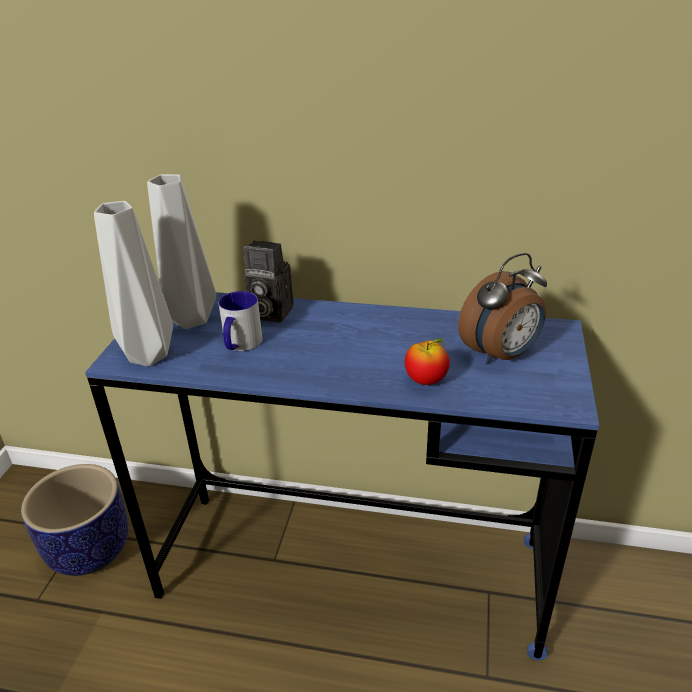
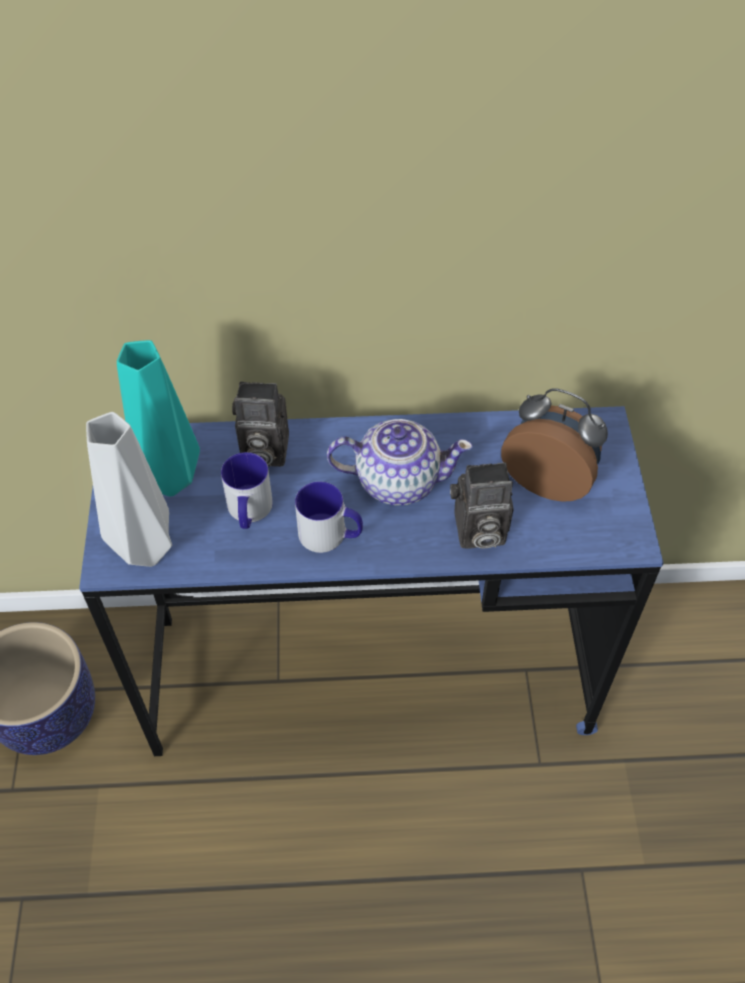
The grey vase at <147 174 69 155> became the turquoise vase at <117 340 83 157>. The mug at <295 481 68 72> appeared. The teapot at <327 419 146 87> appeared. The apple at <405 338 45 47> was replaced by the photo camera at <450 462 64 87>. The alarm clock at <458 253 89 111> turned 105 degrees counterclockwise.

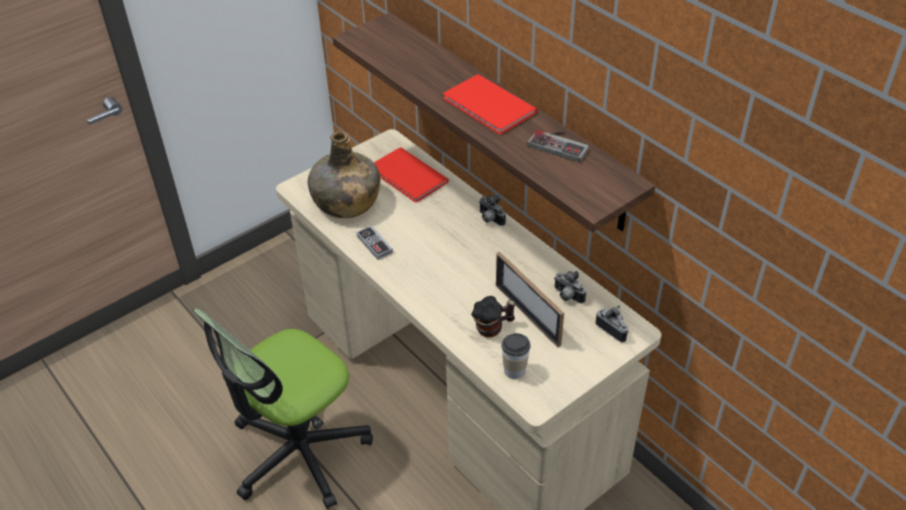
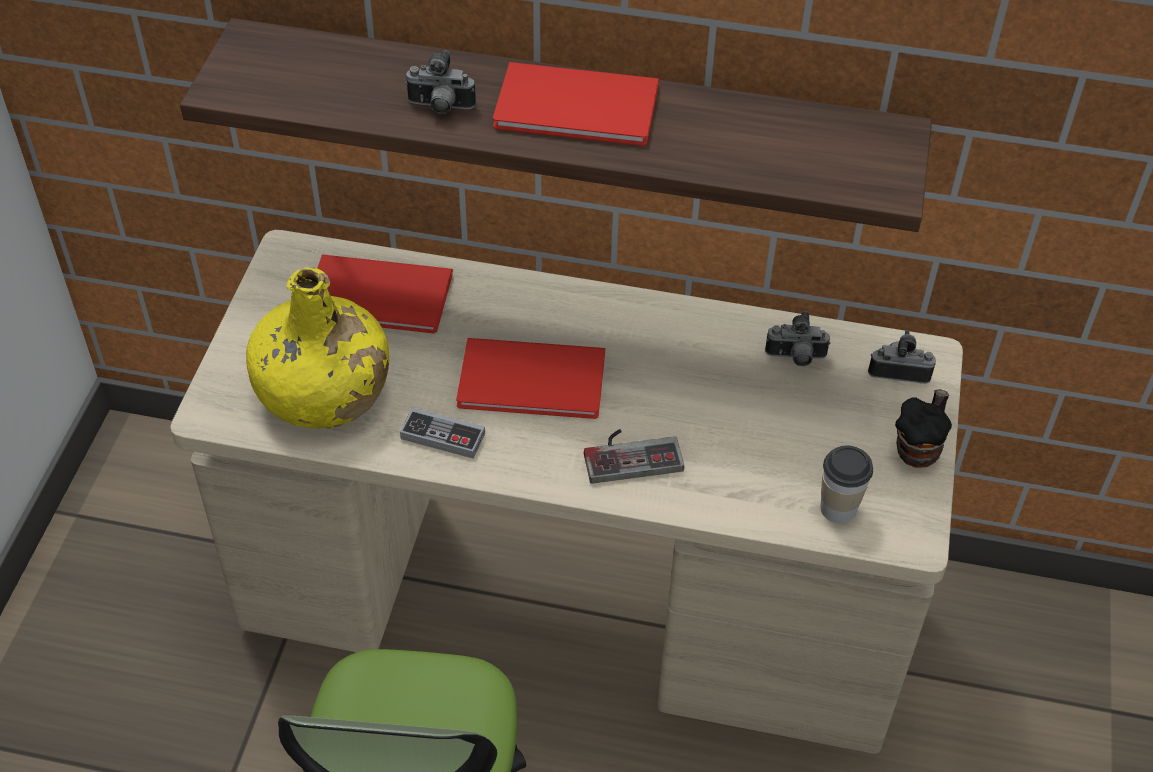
The green bottle at <308 131 72 87> became the yellow bottle at <246 267 143 162>. The photo camera moved from <479 195 27 31> to <405 50 71 64>. The red book at <456 338 149 81> appeared. The game controller moved from <527 130 62 32> to <584 429 100 55>. The mug moved from <471 296 44 41> to <895 389 57 79>. The picture frame at <496 252 68 95> disappeared.

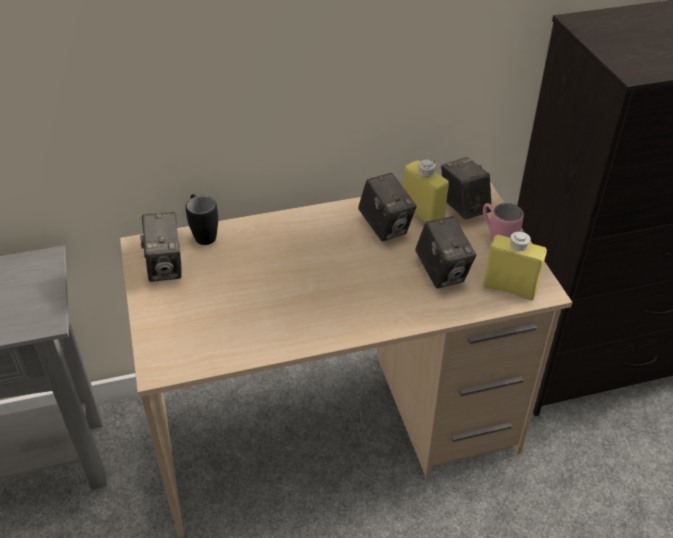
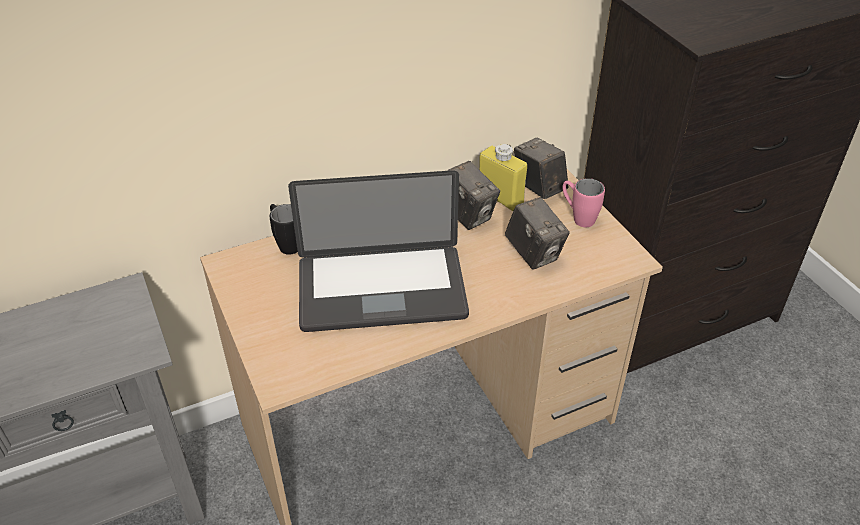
The laptop at <288 170 181 162> appeared. The photo camera at <140 212 42 70> disappeared. The yellow bottle at <483 231 64 70> disappeared.

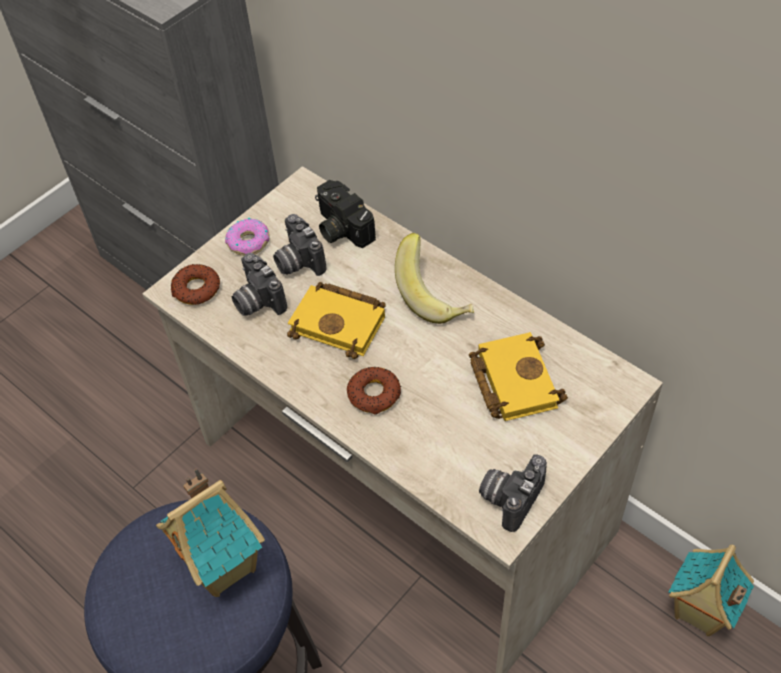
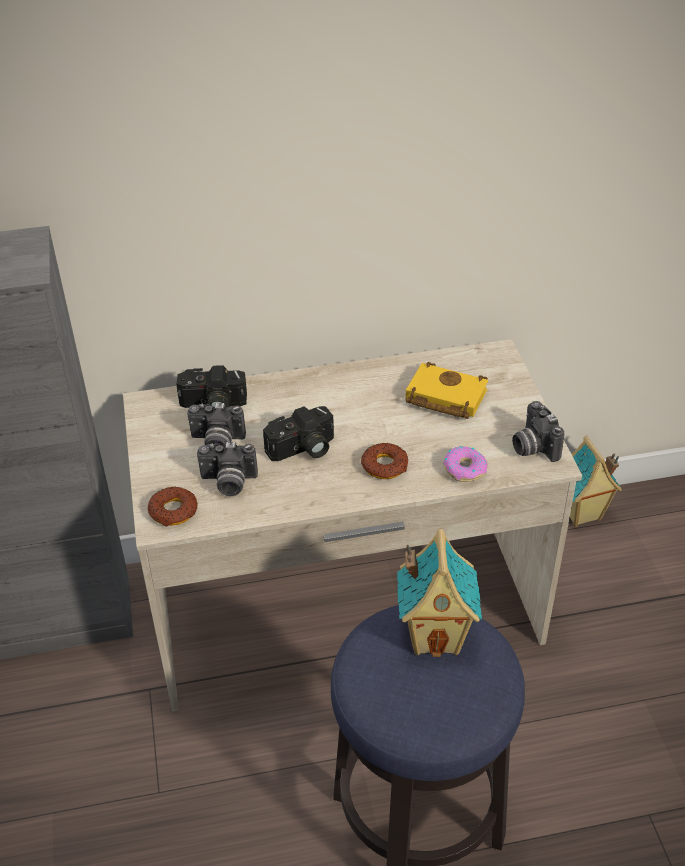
The yellow book at <287 282 99 77> was replaced by the photo camera at <263 406 71 55>. The donut moved from <225 218 45 38> to <444 446 44 36>. The banana at <395 233 79 91> disappeared.

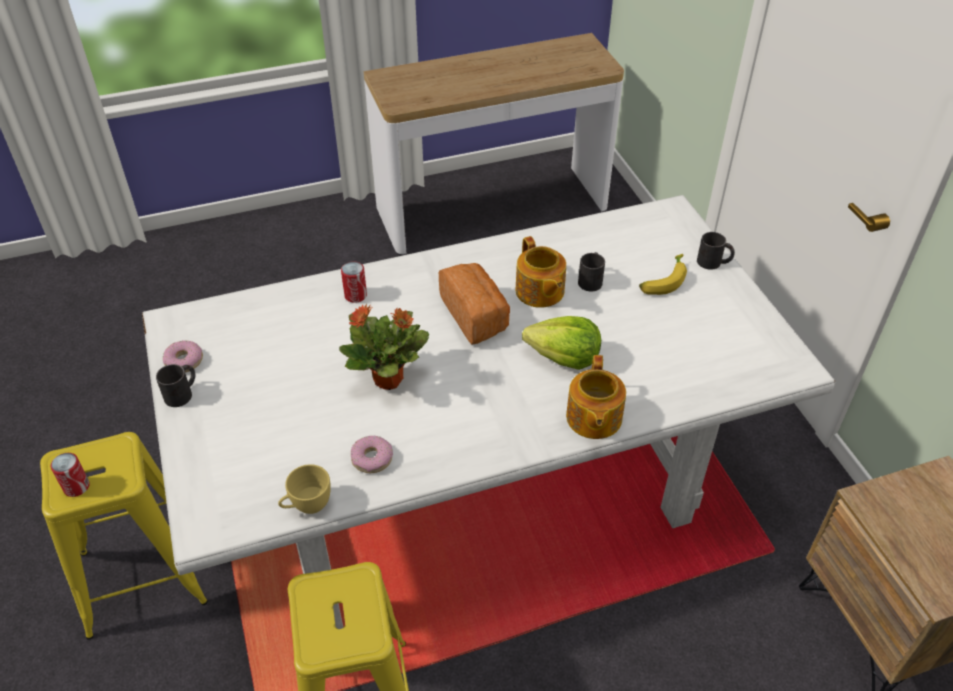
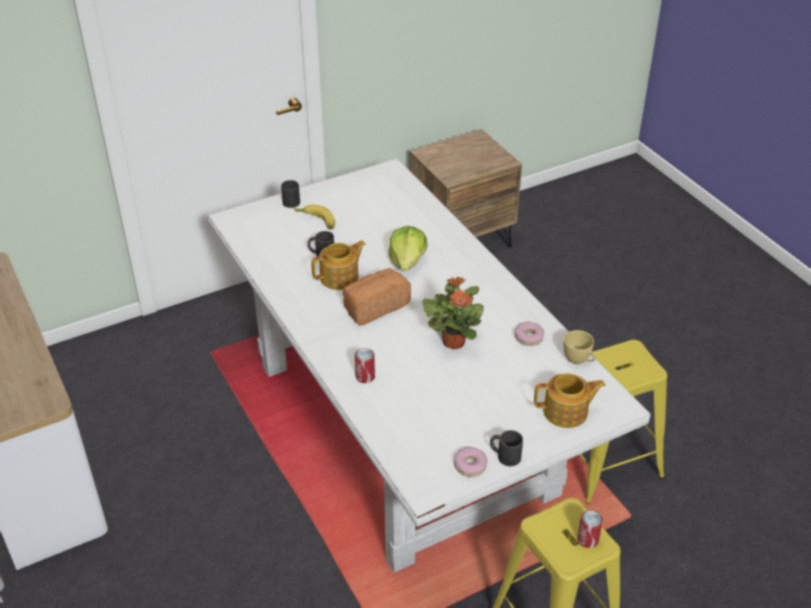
The teapot moved from <566 355 60 84> to <534 373 72 55>.

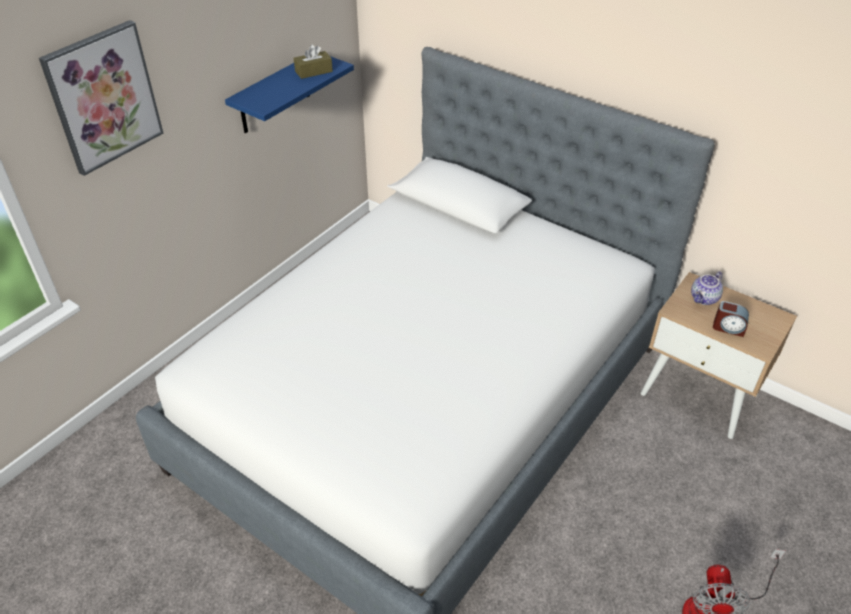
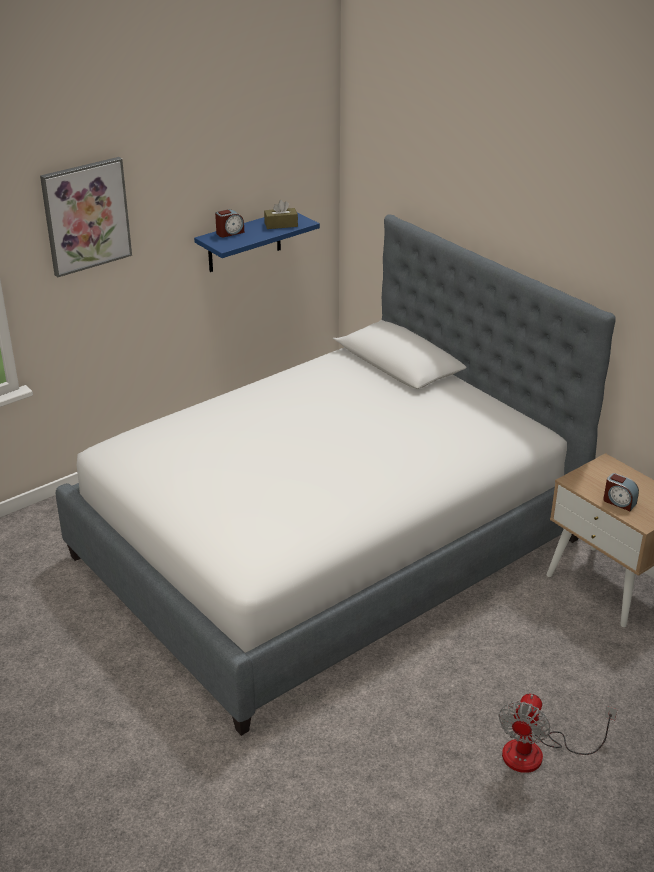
The alarm clock at <215 209 29 28> appeared. The teapot at <691 271 32 34> disappeared.

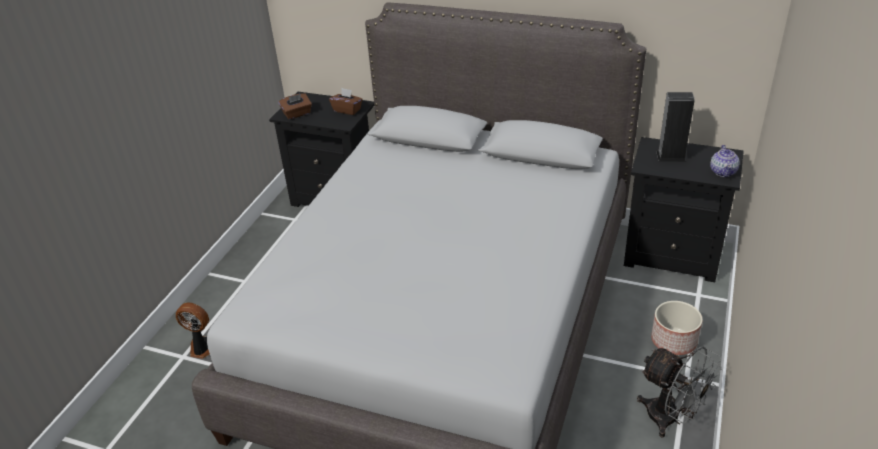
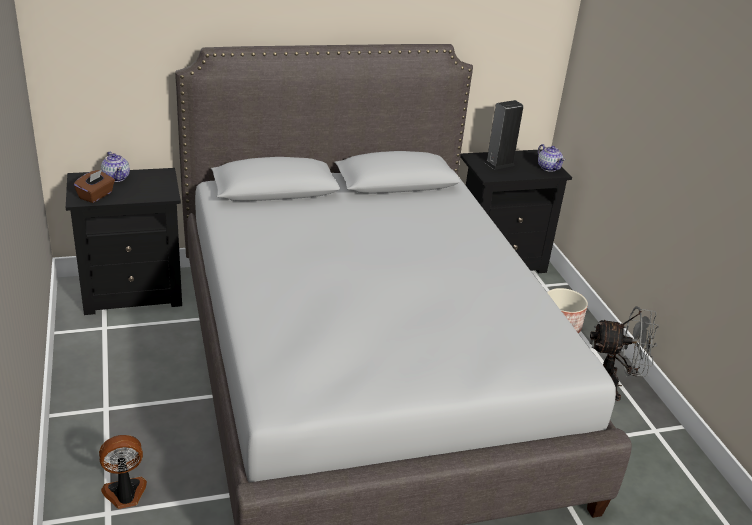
The teapot at <101 151 29 31> appeared. The brown tissue box at <329 88 34 27> disappeared.

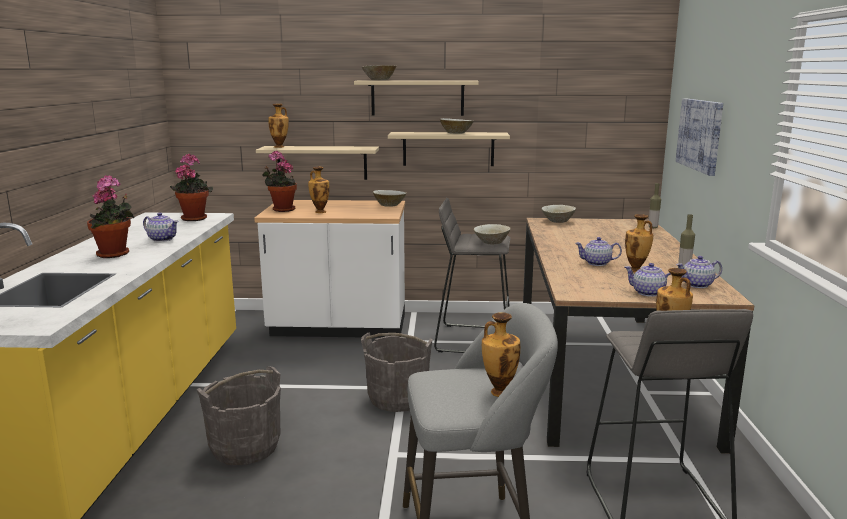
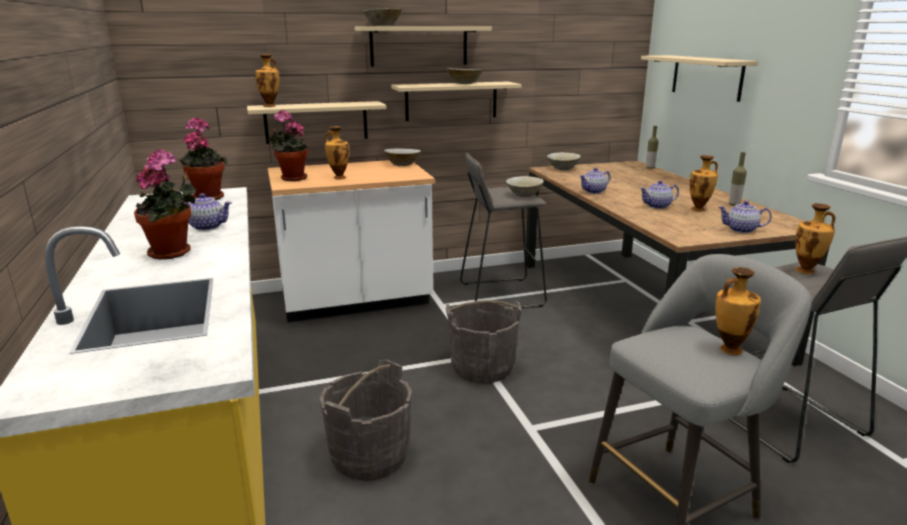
The teapot moved from <676 256 46 32> to <580 168 30 26>. The picture at <676 98 47 78> was replaced by the beige shelf at <641 55 117 47>.

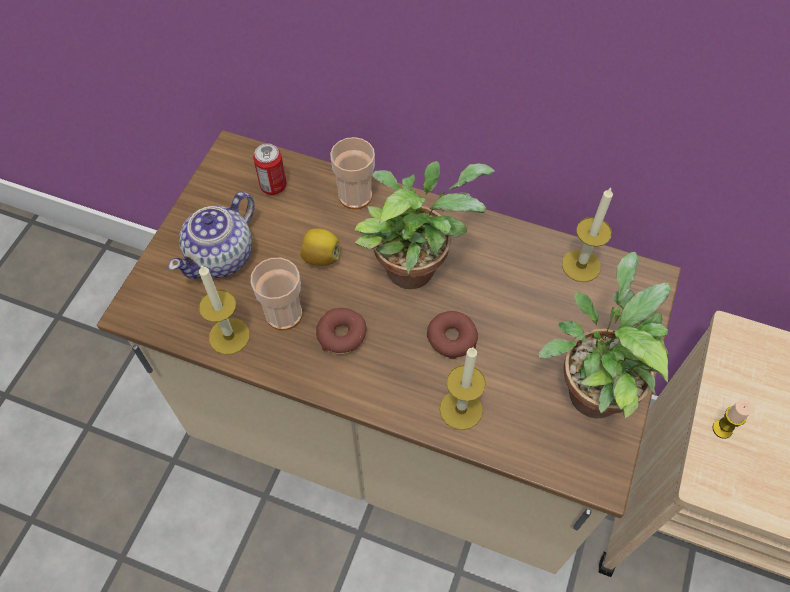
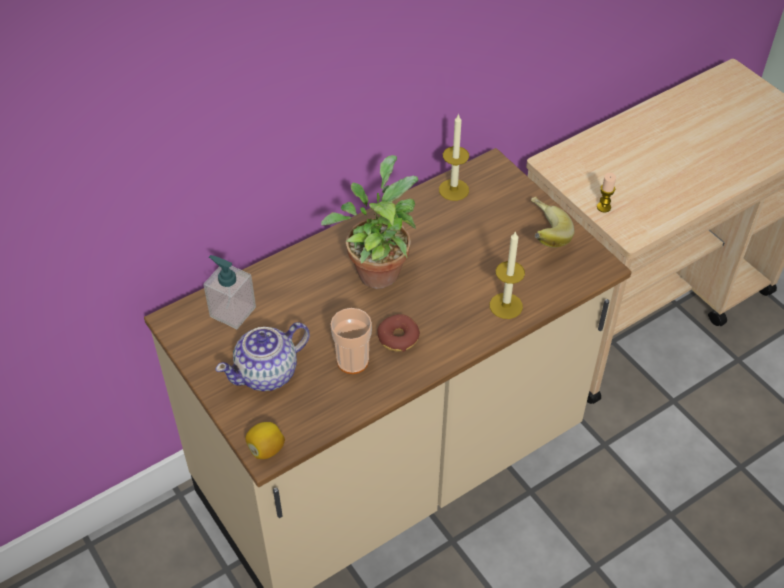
The can at <253 144 34 51> was replaced by the soap dispenser at <203 255 53 74>. The teapot at <168 192 87 87> turned 75 degrees clockwise. The lemon moved from <300 228 40 38> to <245 422 40 37>. The potted plant at <539 252 132 167> was replaced by the banana at <531 197 44 51>. The candle at <199 264 51 91> disappeared. The cup at <330 137 45 72> disappeared. The donut at <427 311 51 48> disappeared.

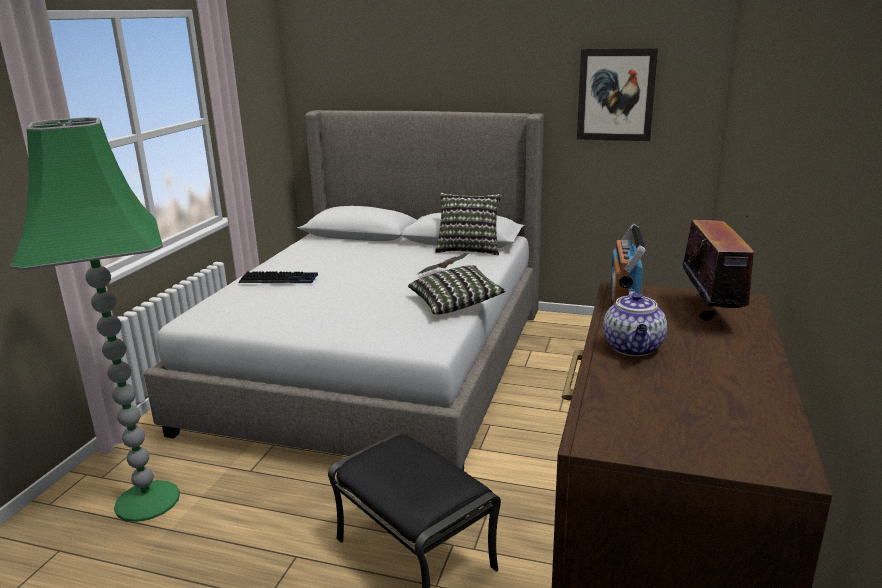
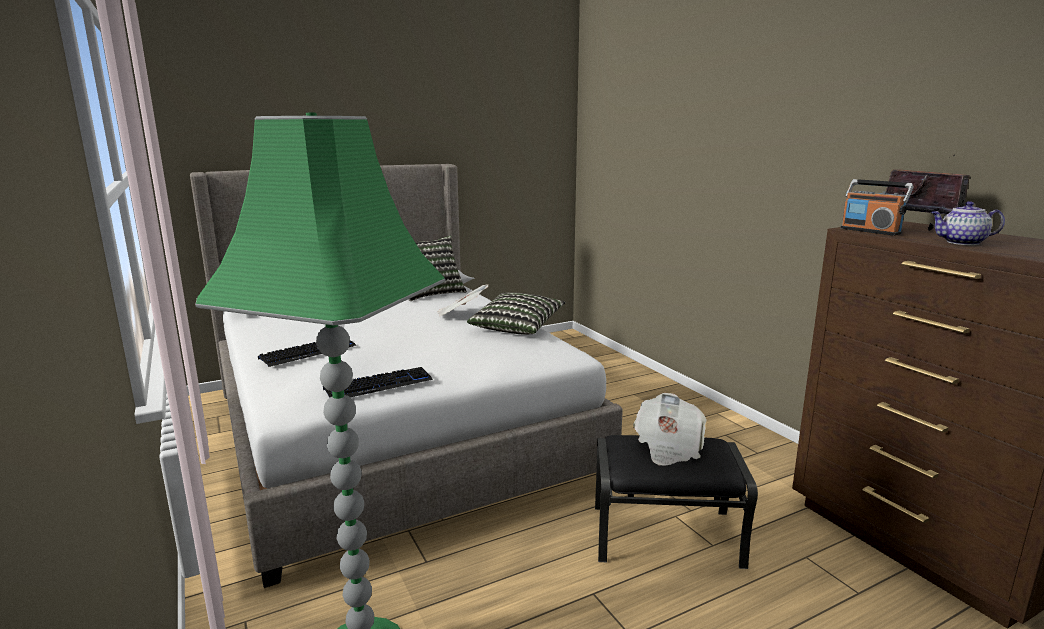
The keyboard at <323 367 110 30> appeared. The newspaper at <633 393 73 72> appeared. The teapot at <603 289 64 67> turned 135 degrees clockwise. The picture at <577 48 81 93> disappeared.

